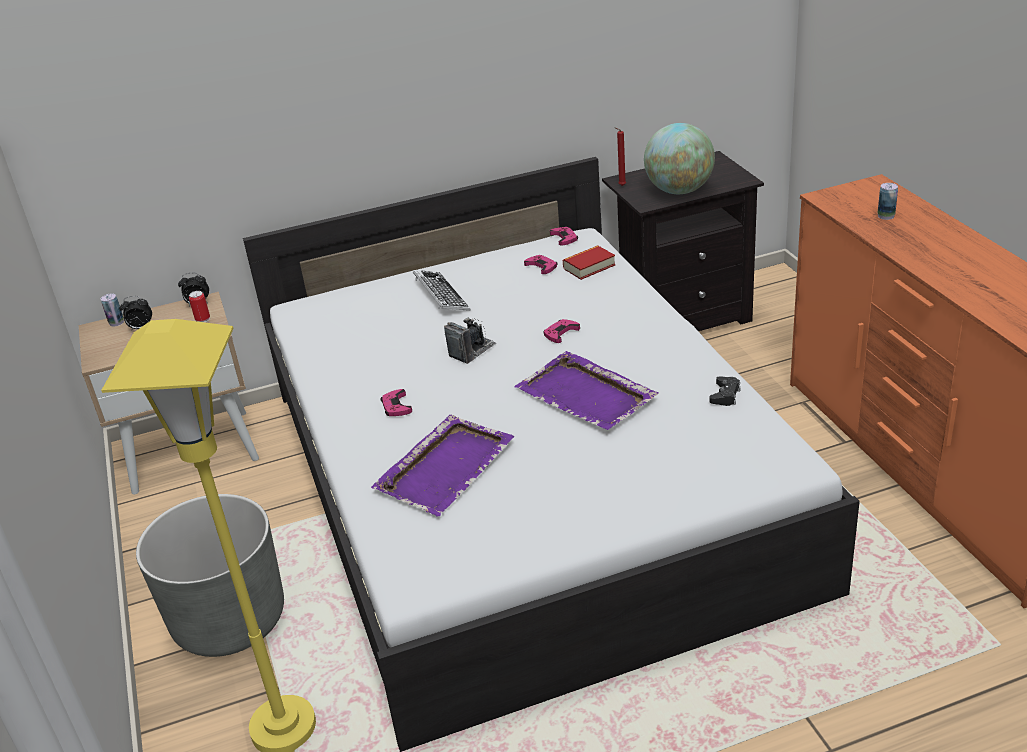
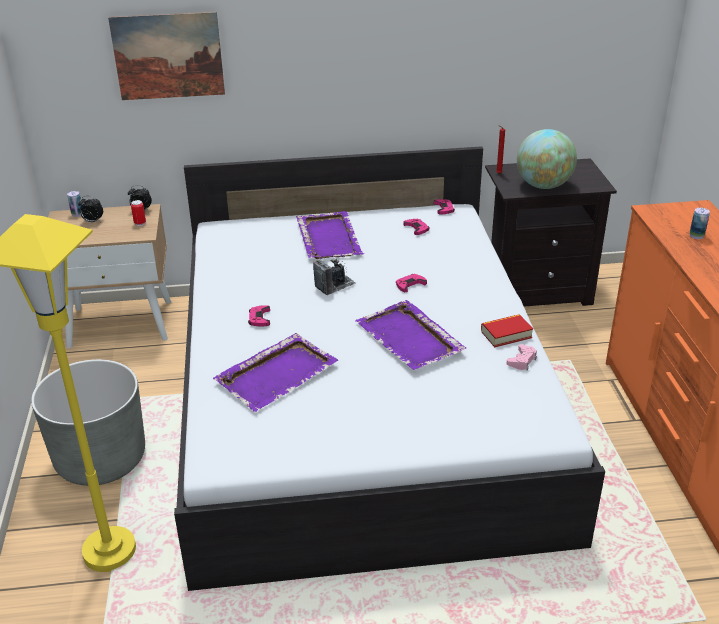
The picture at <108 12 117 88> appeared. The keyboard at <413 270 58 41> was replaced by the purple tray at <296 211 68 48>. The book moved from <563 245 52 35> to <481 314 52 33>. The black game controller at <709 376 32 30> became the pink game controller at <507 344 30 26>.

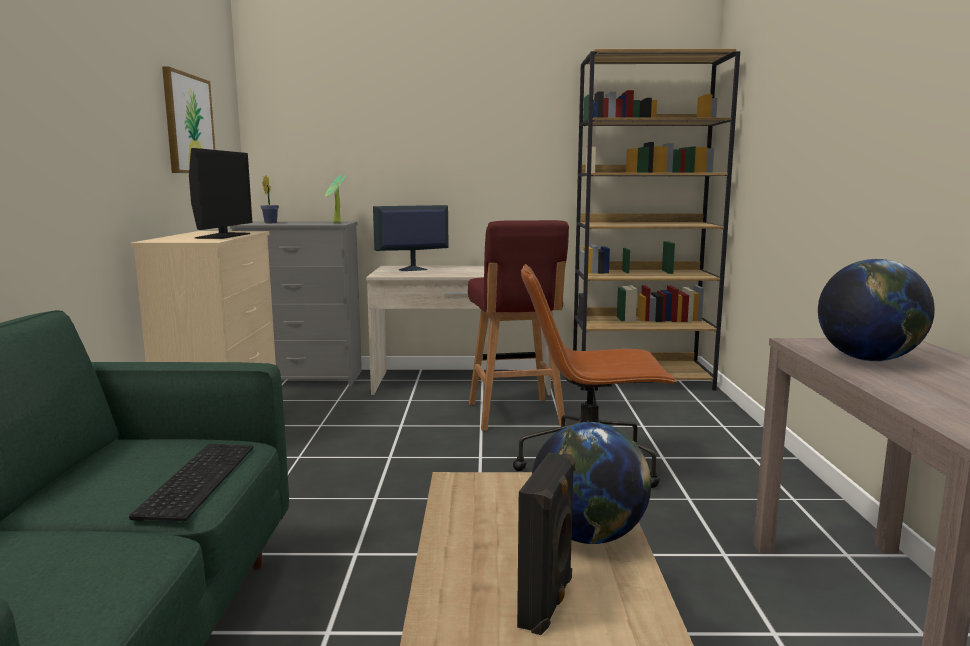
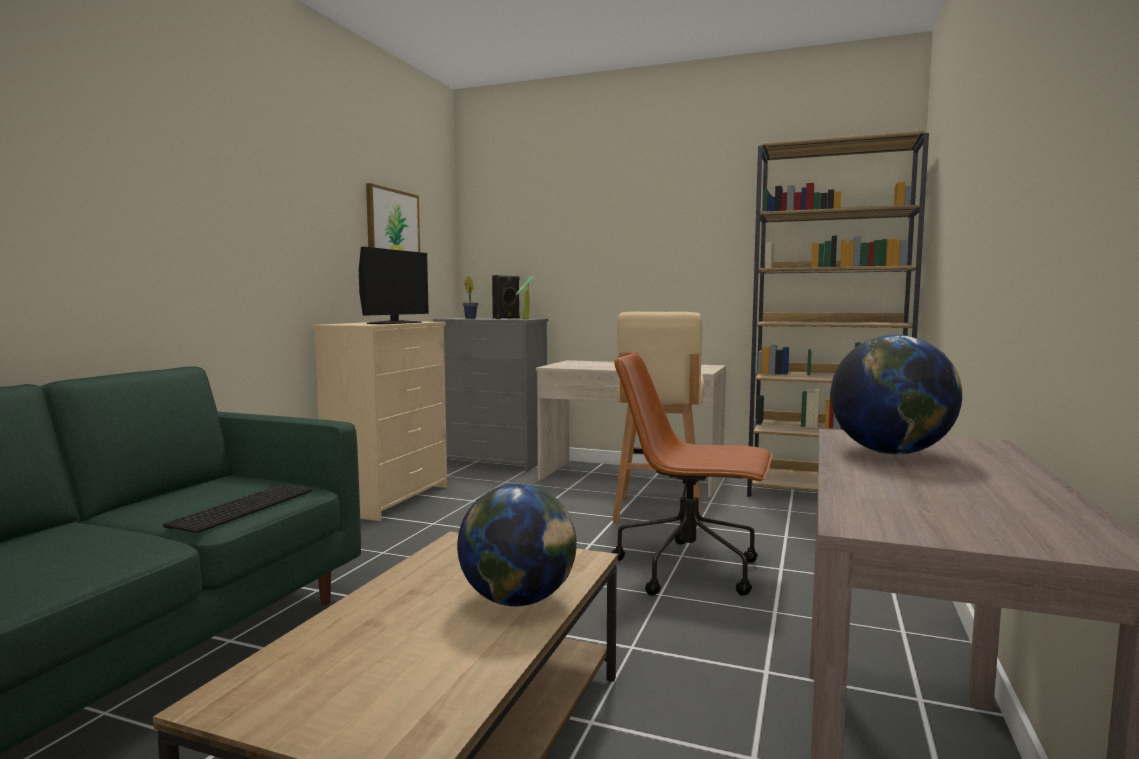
The black speaker moved from <517 453 58 182> to <492 275 28 44>. The red stool at <468 220 101 211> became the beige stool at <613 312 92 215>. The monitor at <373 205 76 66> disappeared.

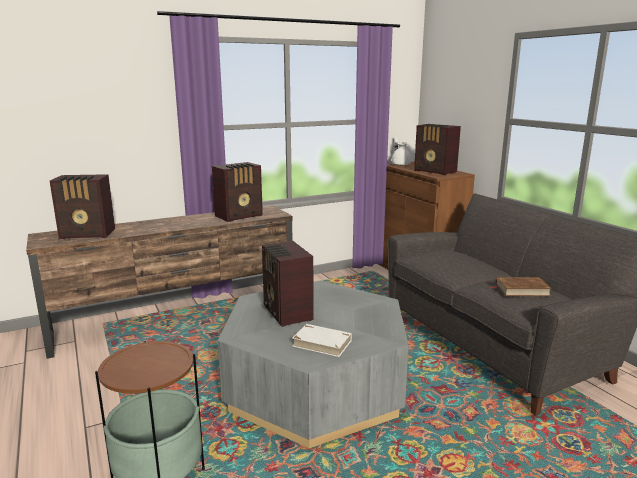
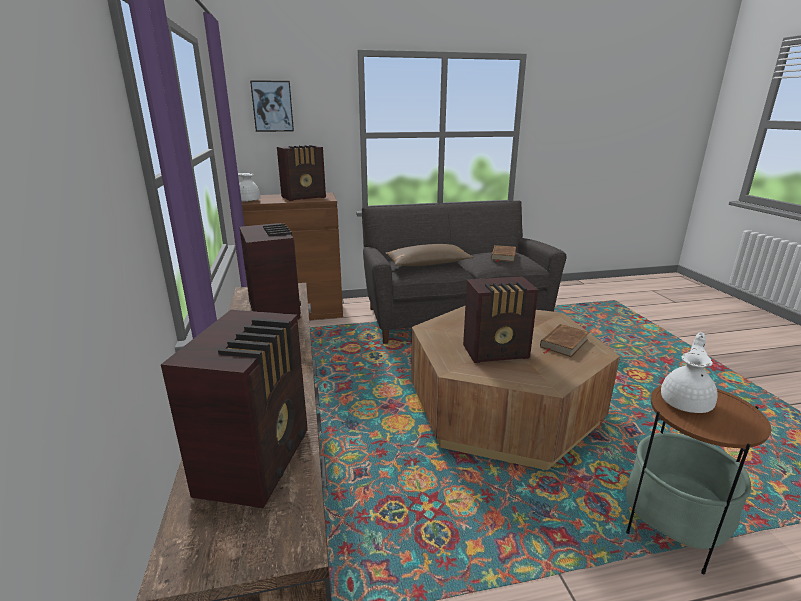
The picture at <250 80 44 52> appeared. The brown pillow at <385 244 89 22> appeared. The grey coffee table at <218 281 191 167> became the brown coffee table at <411 306 209 164>. The white book at <293 324 59 33> became the brown book at <540 324 49 33>. The white teapot at <661 332 57 81> appeared.

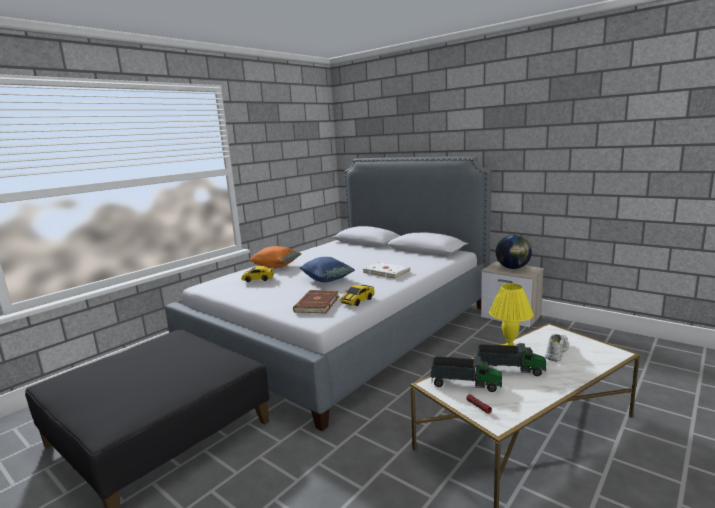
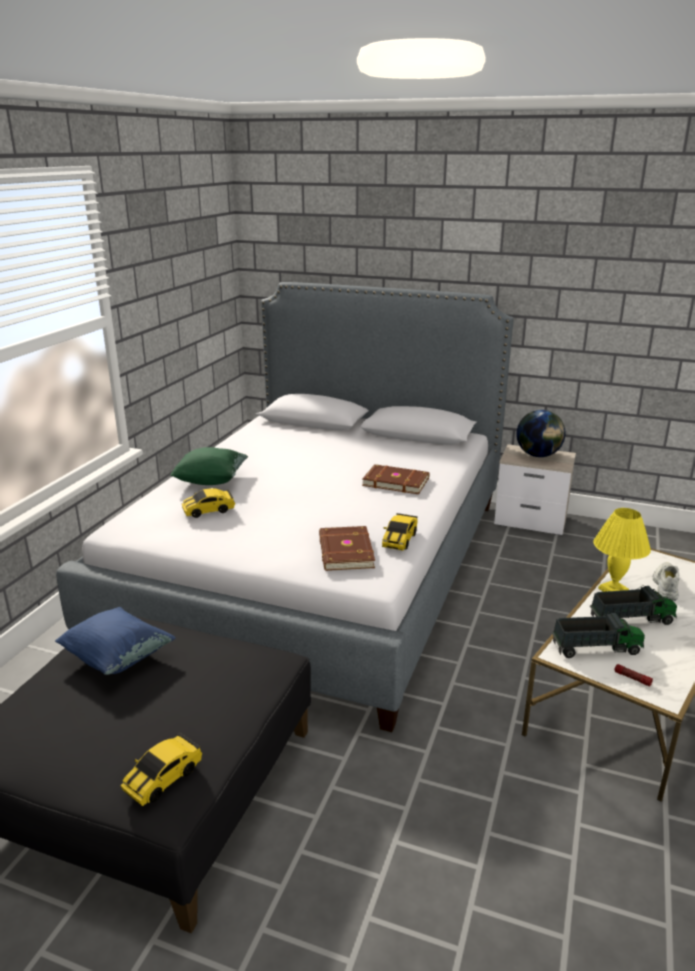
The blue pillow moved from <300 257 55 25> to <55 607 120 68>. The toy car at <120 732 82 74> appeared. The orange pillow at <249 246 52 22> became the green pillow at <170 447 78 38>. The white book at <362 262 48 17> became the brown book at <362 464 67 30>.

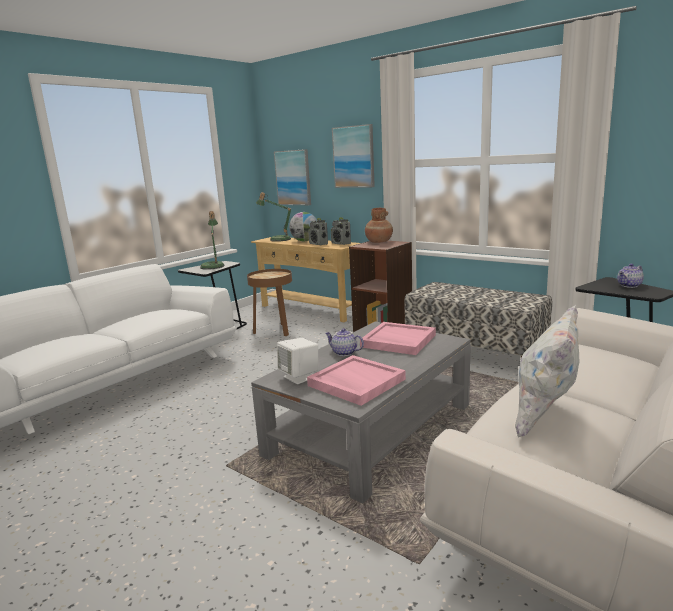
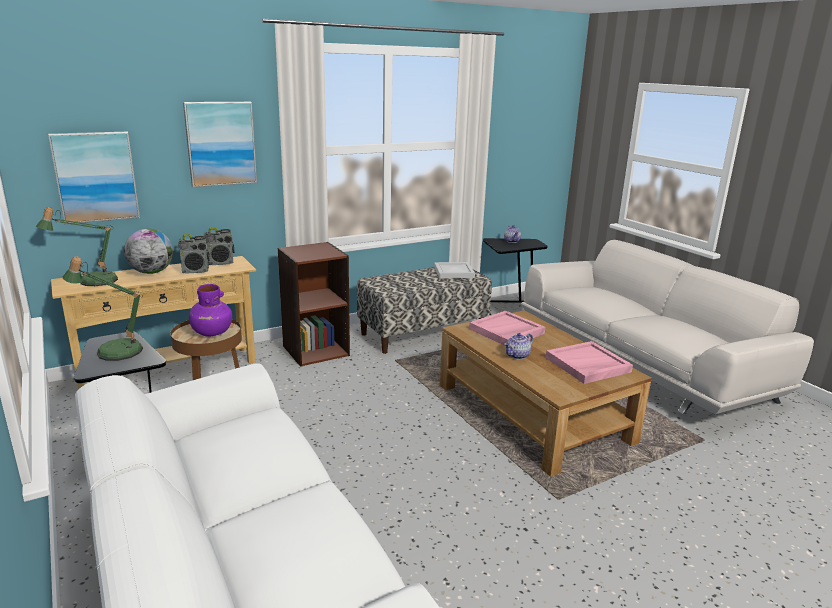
The purple vase at <189 284 43 52> appeared. The white tray at <434 262 41 16> appeared. The grey coffee table at <251 321 220 182> became the brown coffee table at <440 310 212 167>. The white speaker at <277 338 41 46> disappeared. The brown vase at <365 208 28 35> disappeared. The white pillow at <515 305 64 132> disappeared.

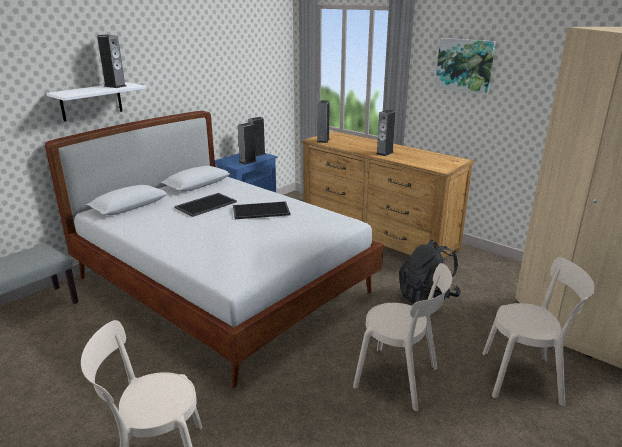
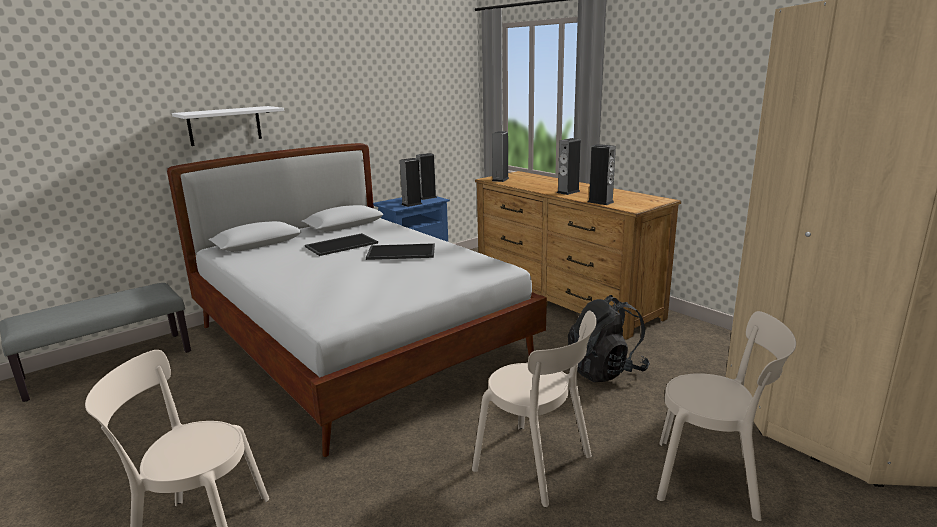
The speaker moved from <97 35 29 53> to <588 144 28 61>. The picture at <435 38 61 55> disappeared.

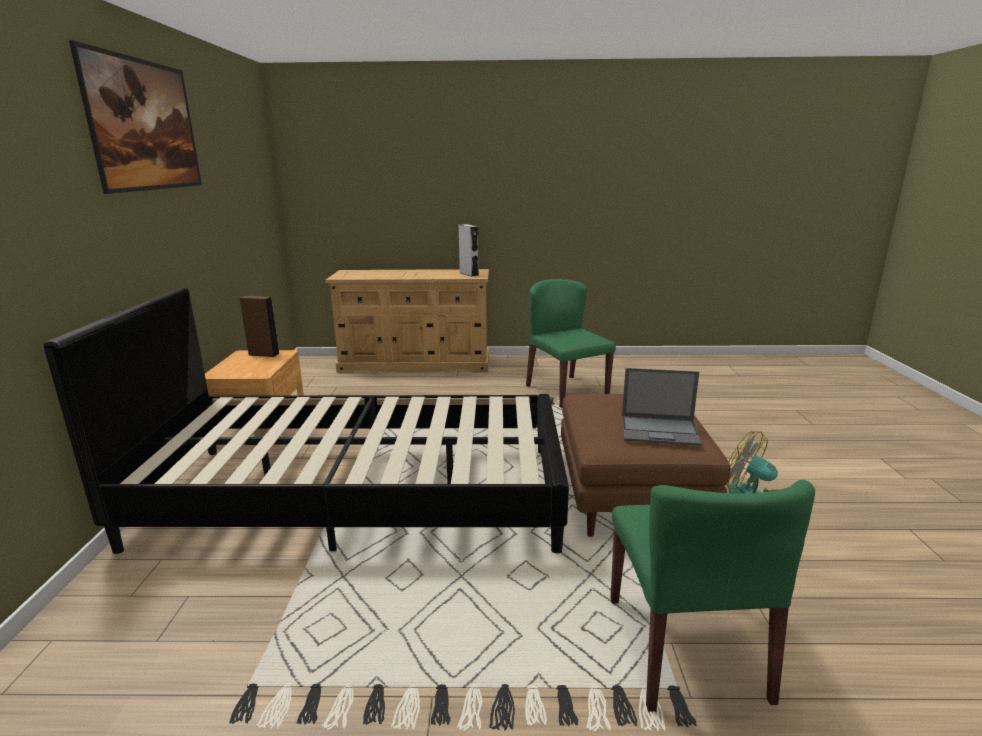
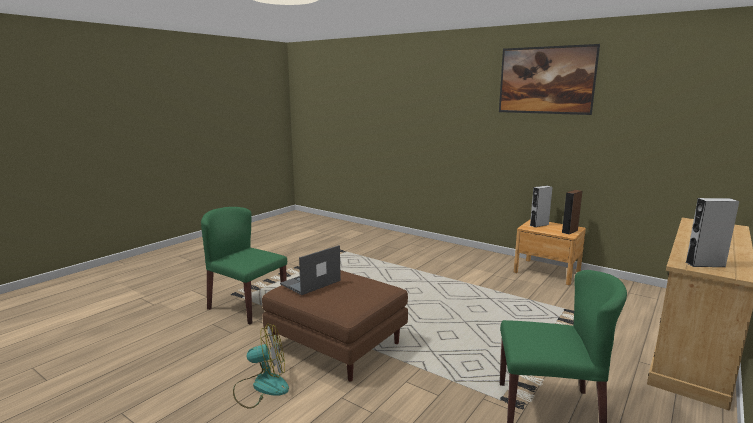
The grey speaker at <530 186 23 41> appeared. The black bed at <43 288 526 266> disappeared.

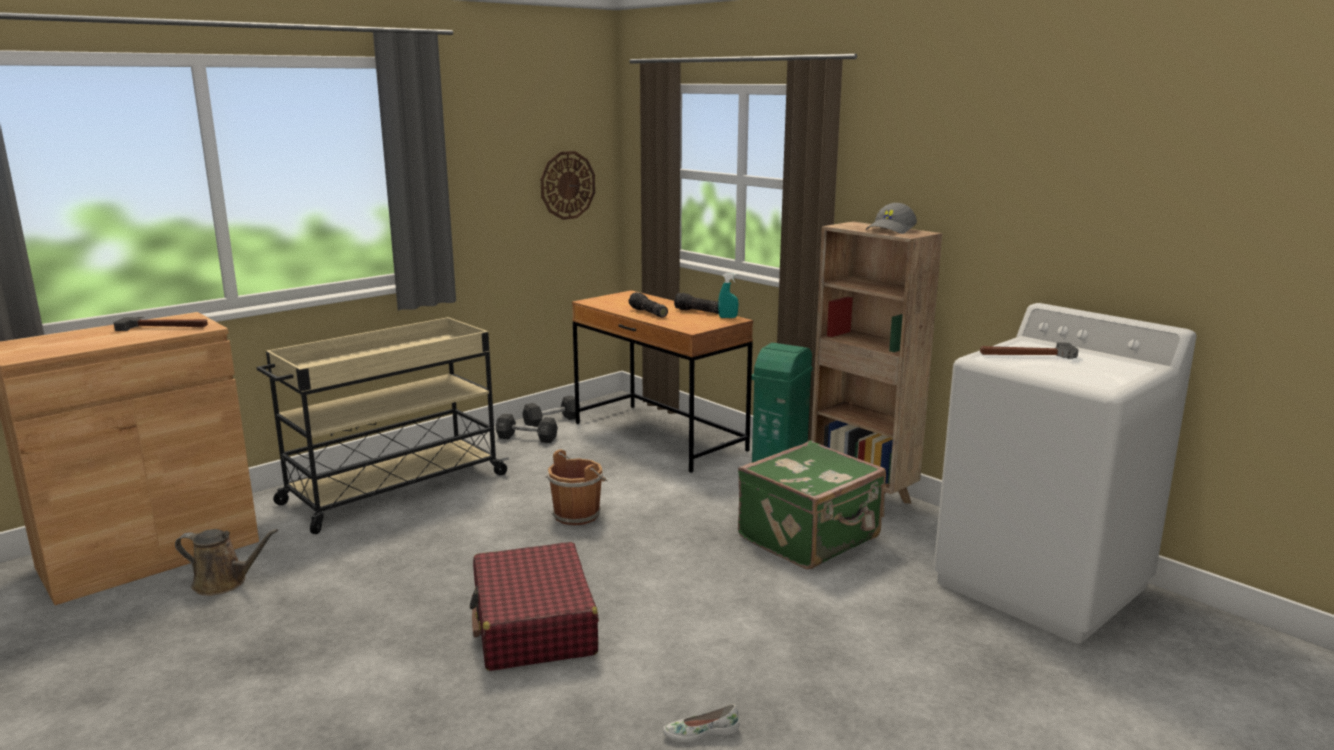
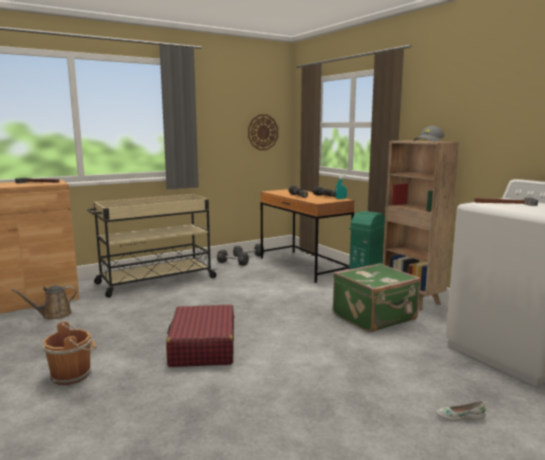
The brown watering can at <175 529 103 67> turned 135 degrees clockwise. The brown bucket moved from <546 449 62 76> to <43 321 53 64>. The white shoe moved from <663 704 77 38> to <436 401 50 20>.

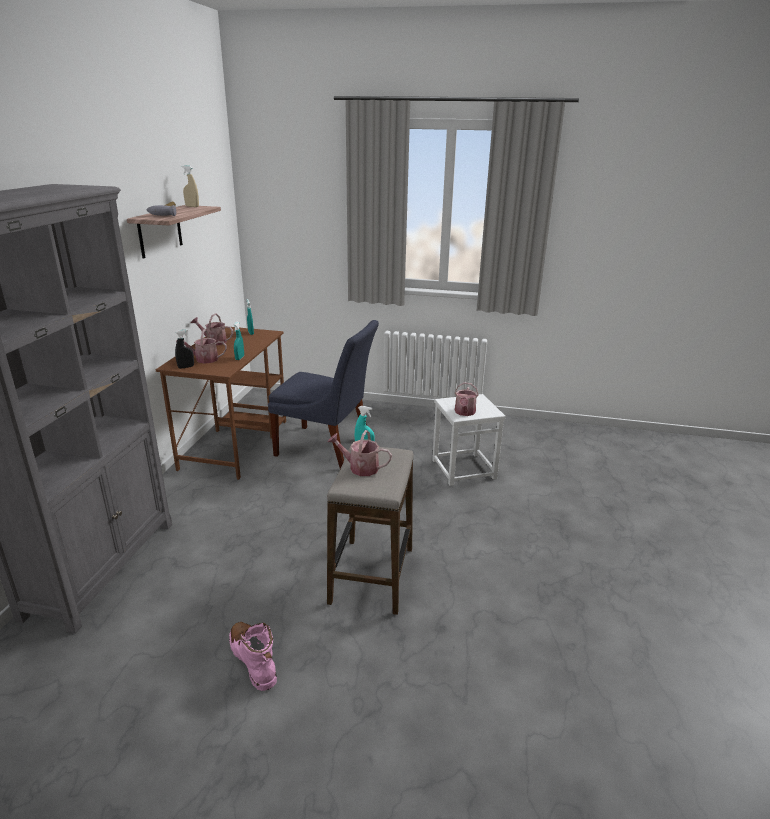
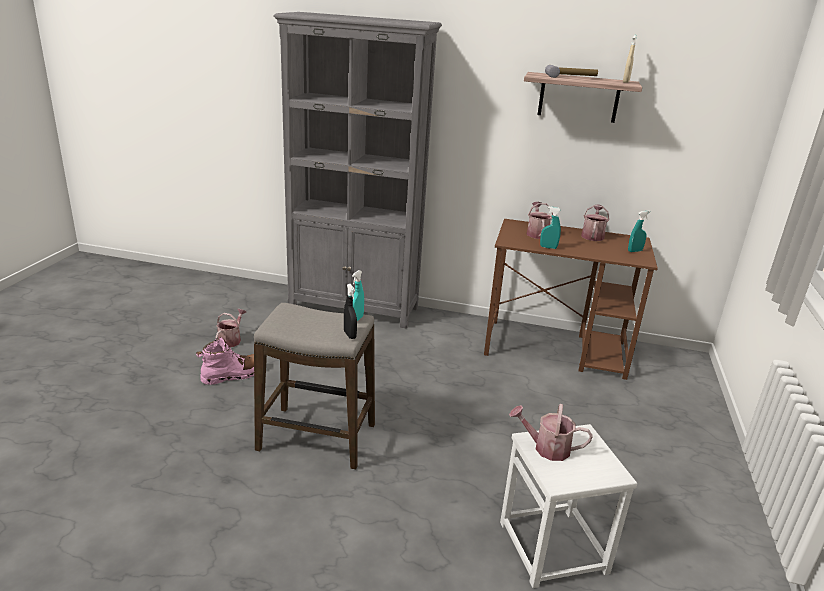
The watering can moved from <328 430 64 46> to <215 309 31 38>. The black spray bottle moved from <175 329 19 40> to <344 284 13 55>. The blue chair at <268 320 111 149> disappeared.

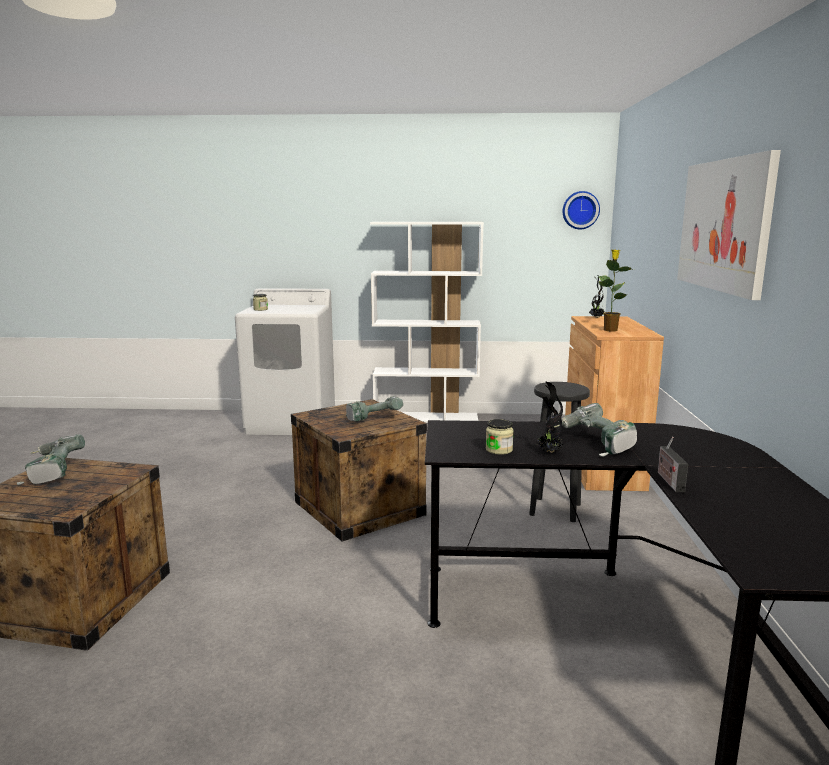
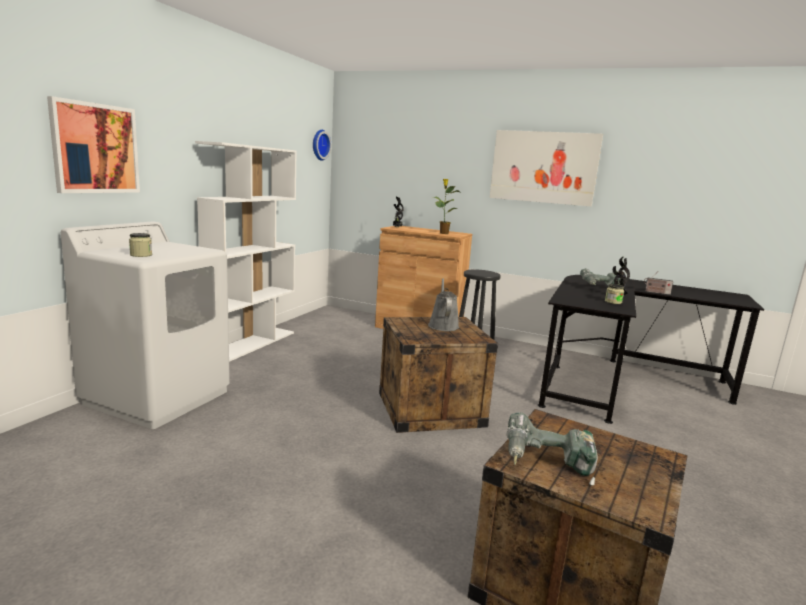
The picture at <47 96 93 97> appeared. The power drill at <346 396 57 25> was replaced by the grey watering can at <428 278 31 53>.

